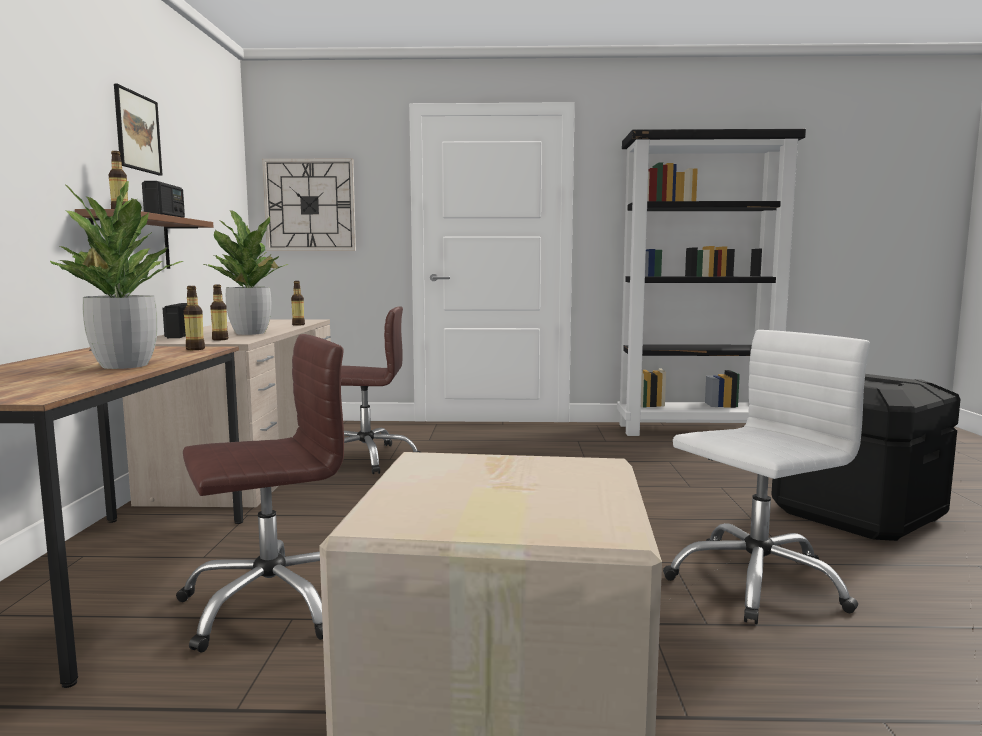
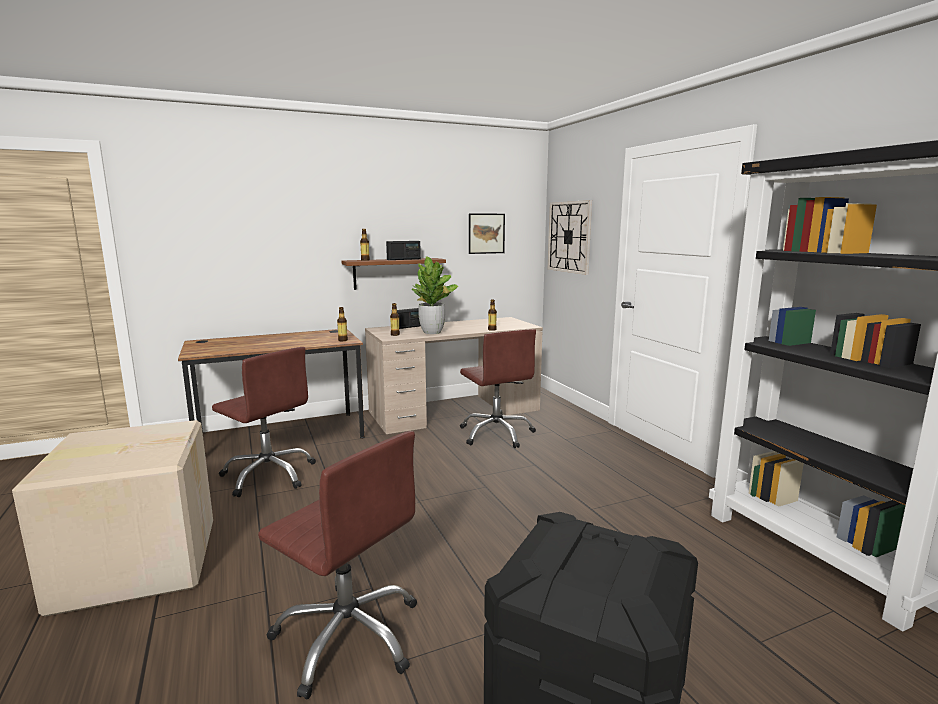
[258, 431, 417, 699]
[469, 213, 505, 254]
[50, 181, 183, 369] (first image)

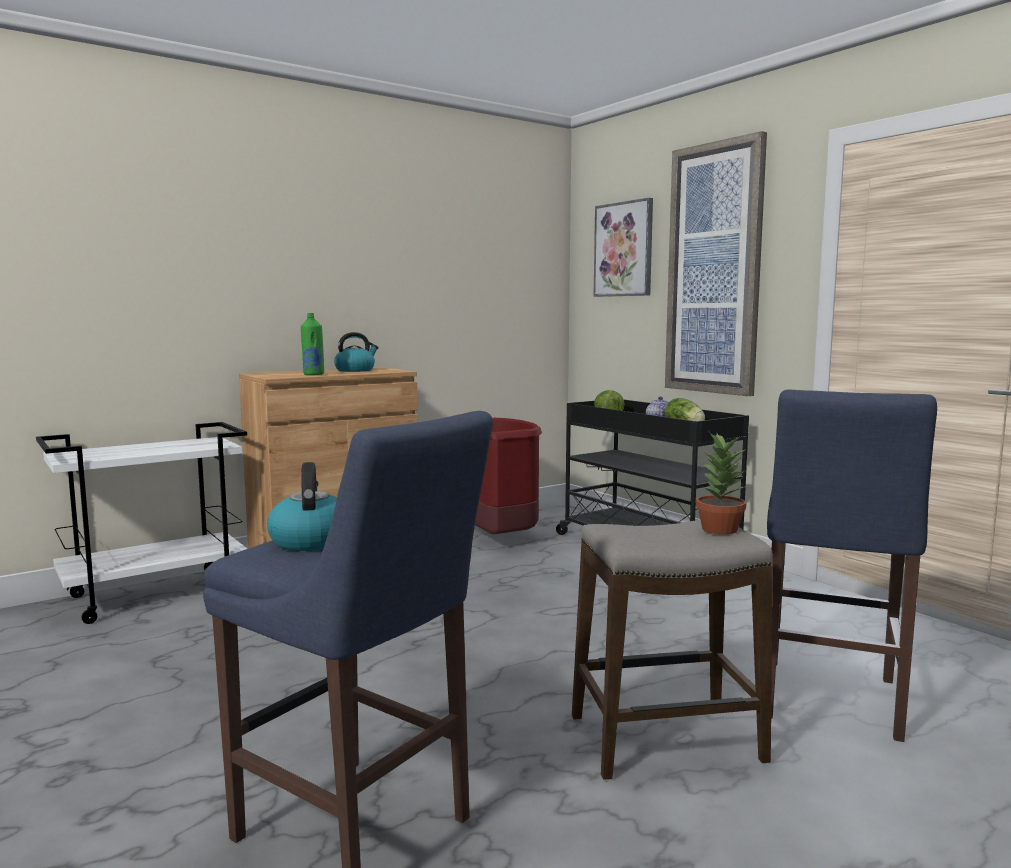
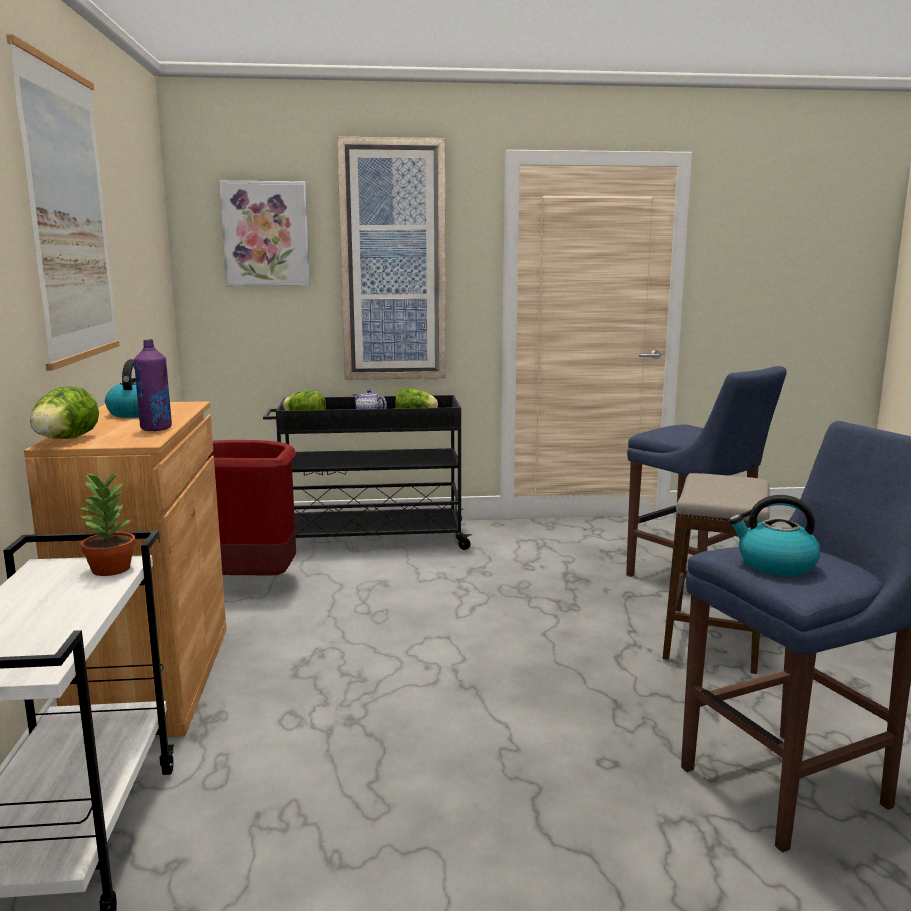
[6, 34, 119, 371]
[30, 386, 99, 439]
[78, 471, 136, 576]
[134, 339, 172, 431]

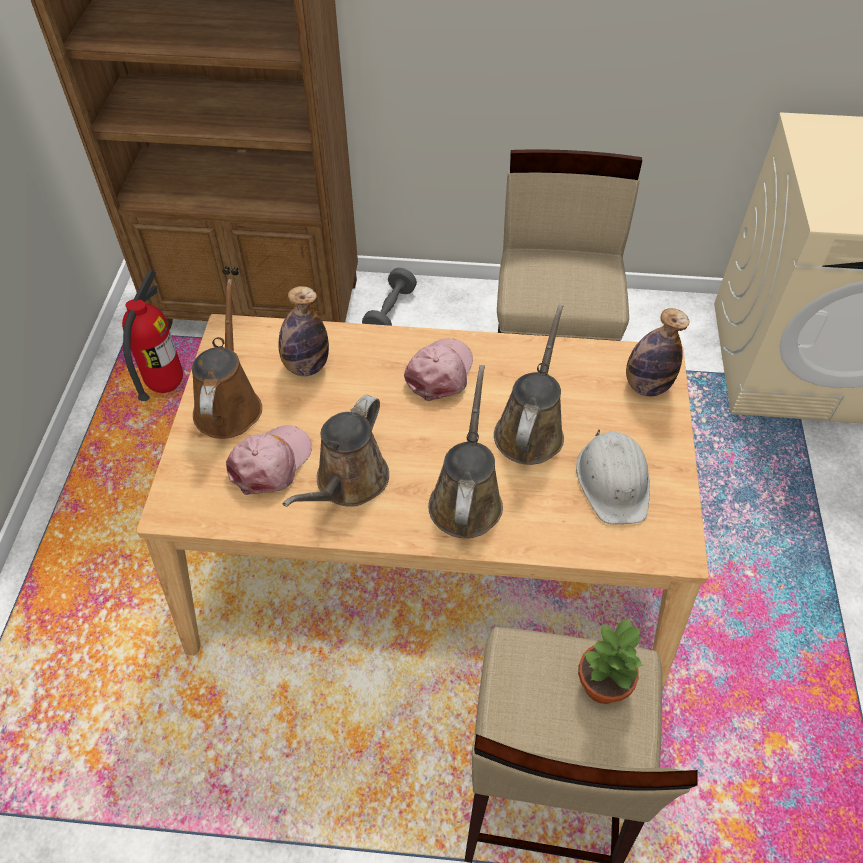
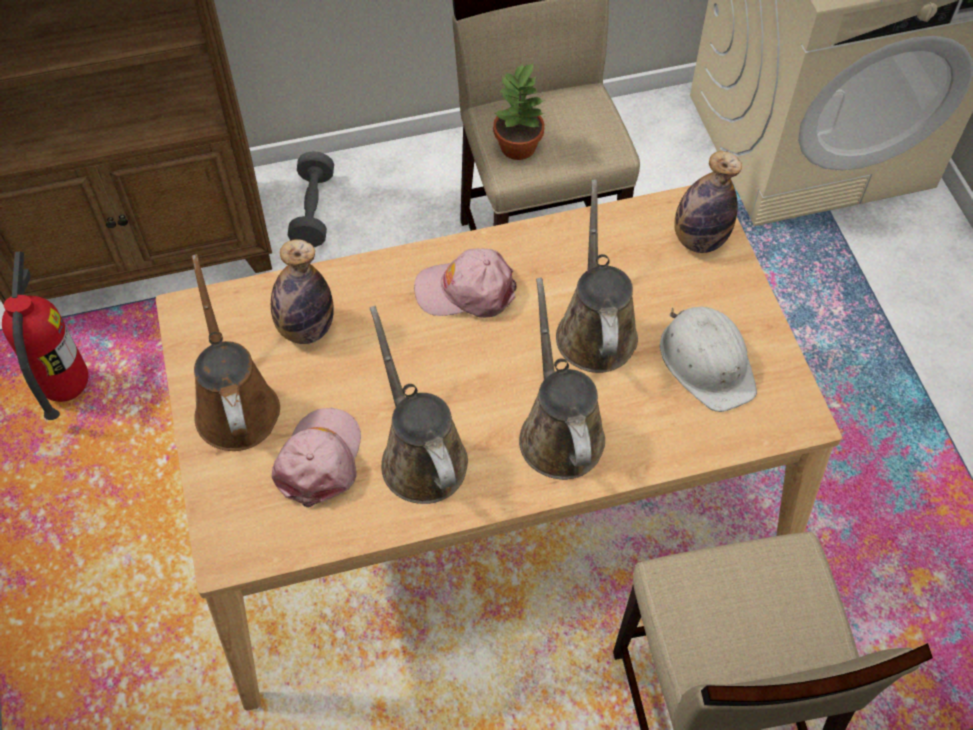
[370, 306, 468, 504]
[414, 248, 517, 318]
[493, 63, 544, 160]

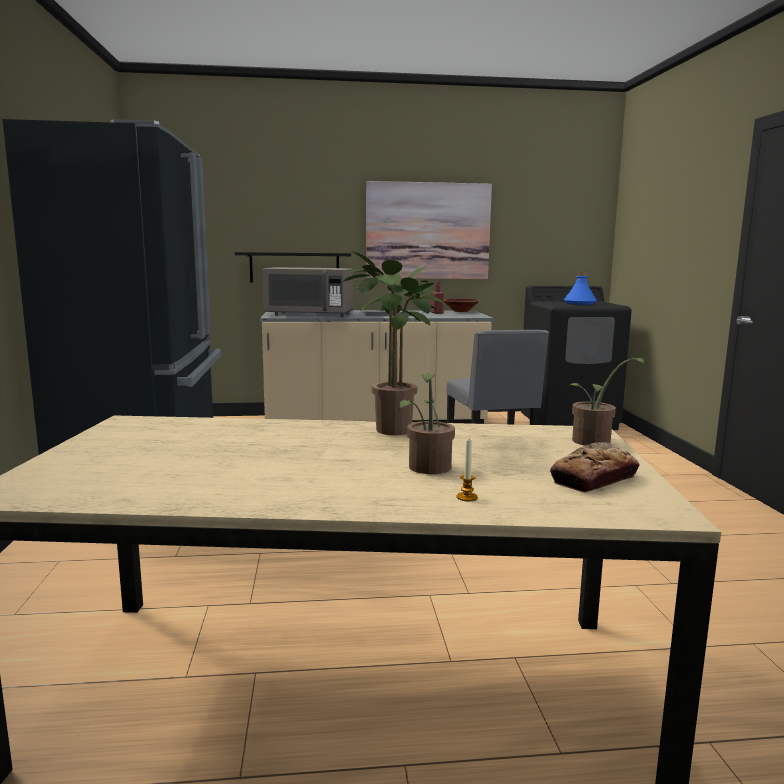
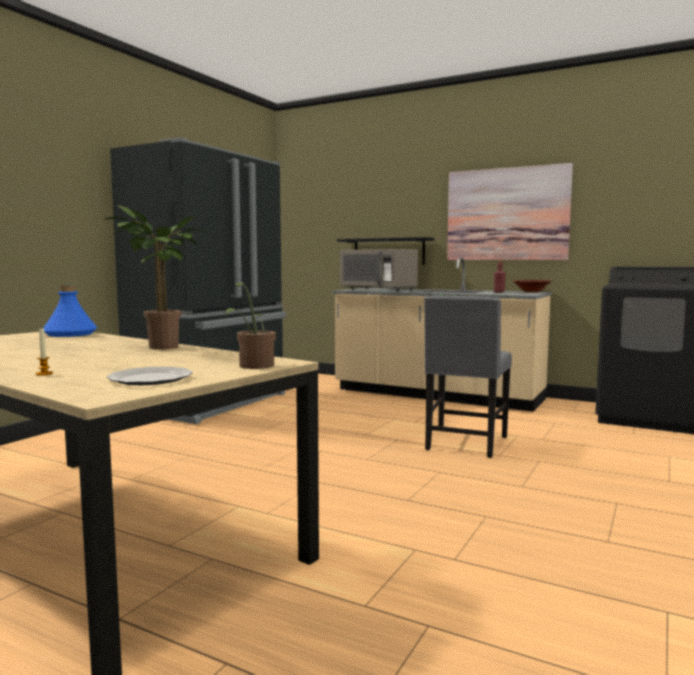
[43, 285, 97, 337]
[107, 367, 193, 385]
[399, 373, 455, 474] (first image)

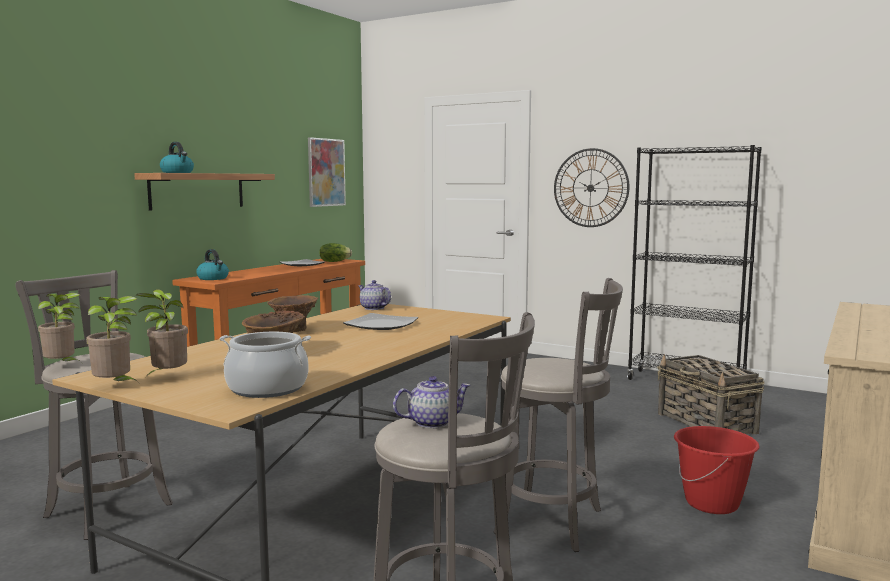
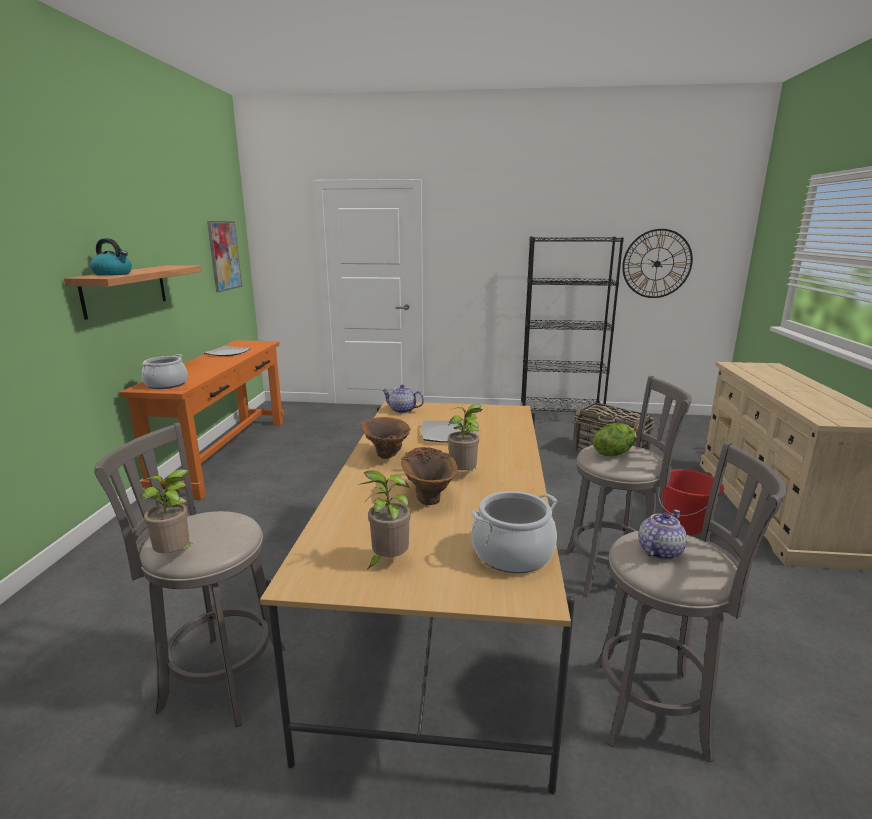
[141, 354, 188, 389]
[448, 404, 483, 470]
[593, 423, 636, 457]
[622, 229, 693, 298]

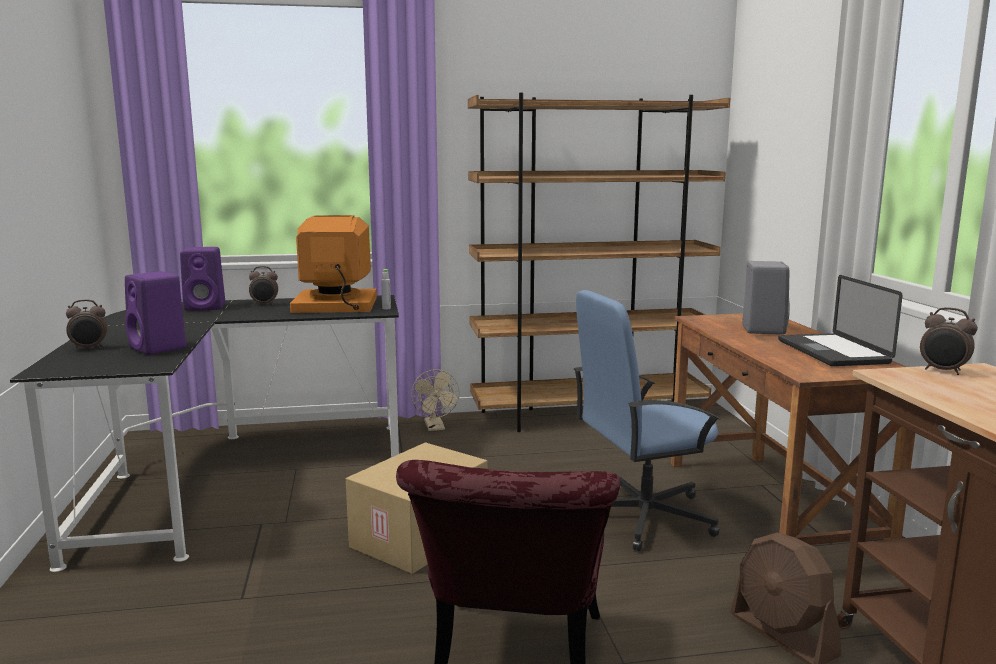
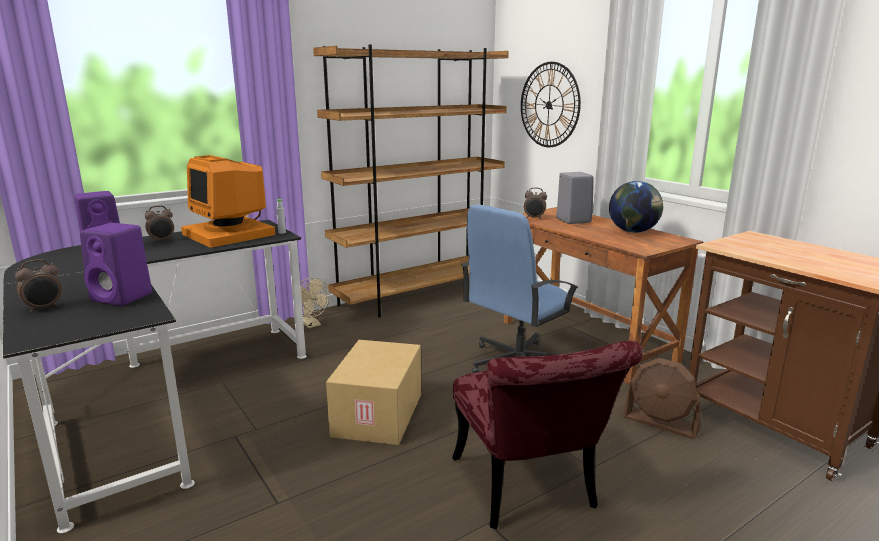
[181, 155, 275, 248]
[521, 62, 581, 147]
[524, 188, 547, 219]
[609, 181, 663, 233]

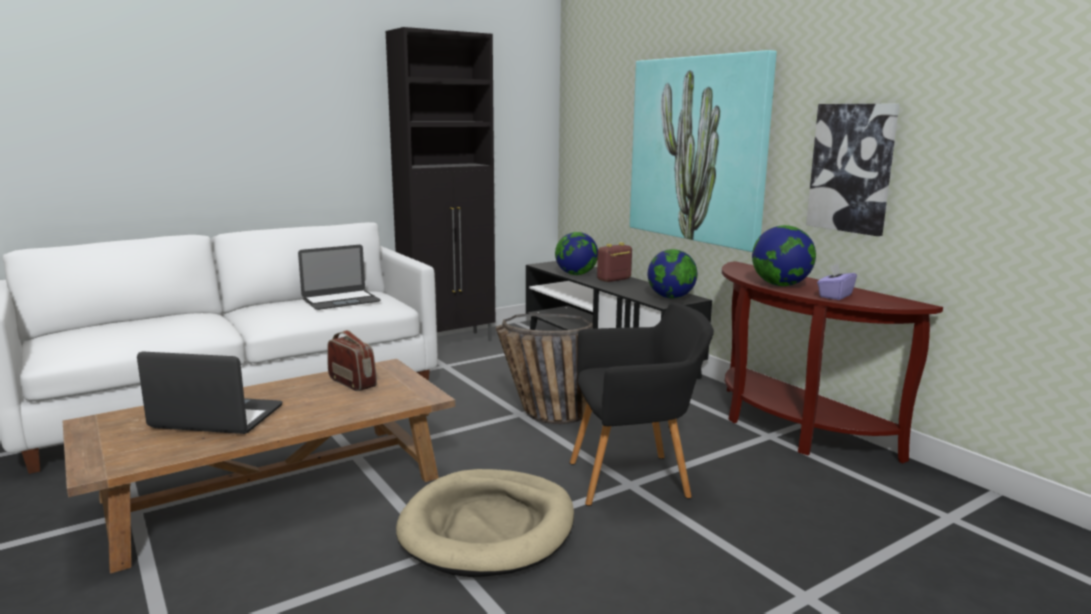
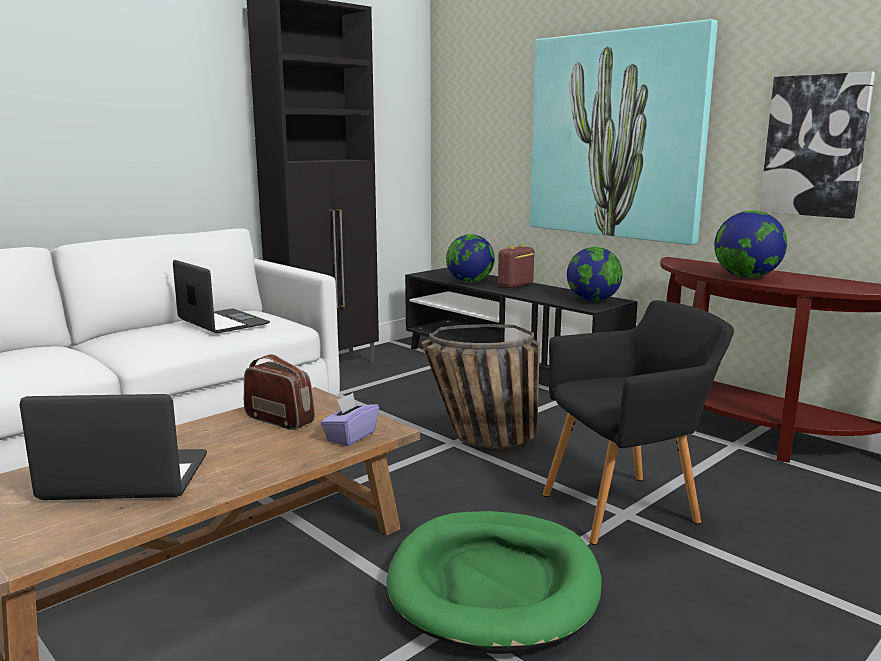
[173, 260, 270, 333]
[321, 393, 379, 446]
[386, 511, 602, 654]

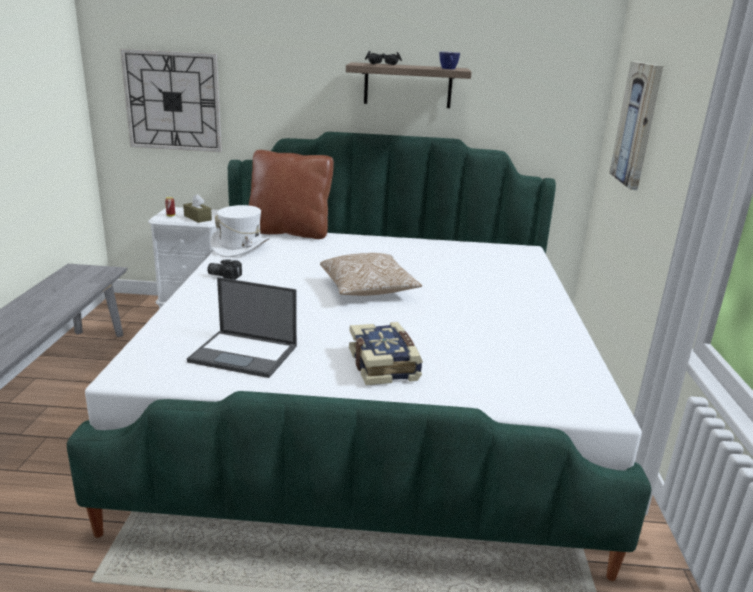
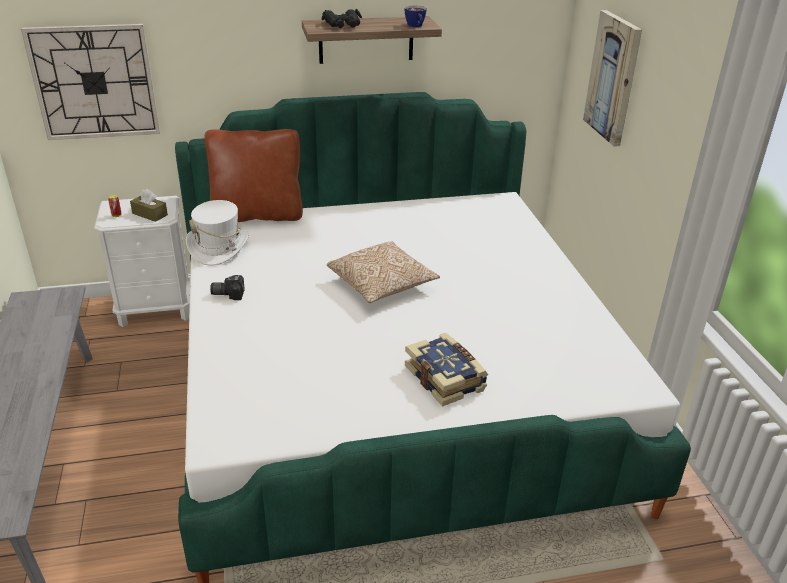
[187, 277, 297, 378] (first image)

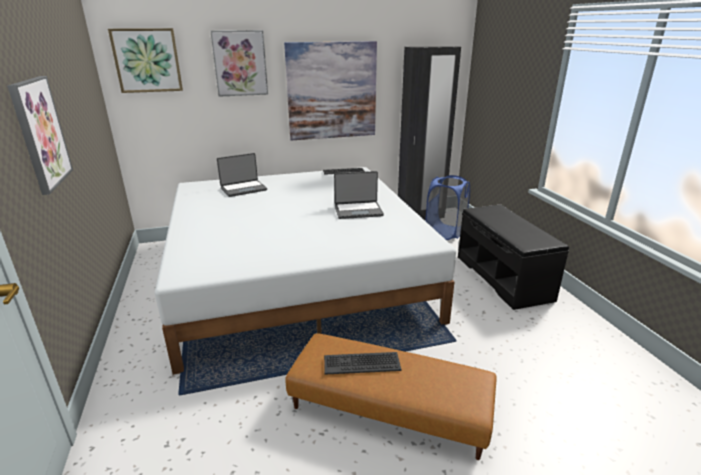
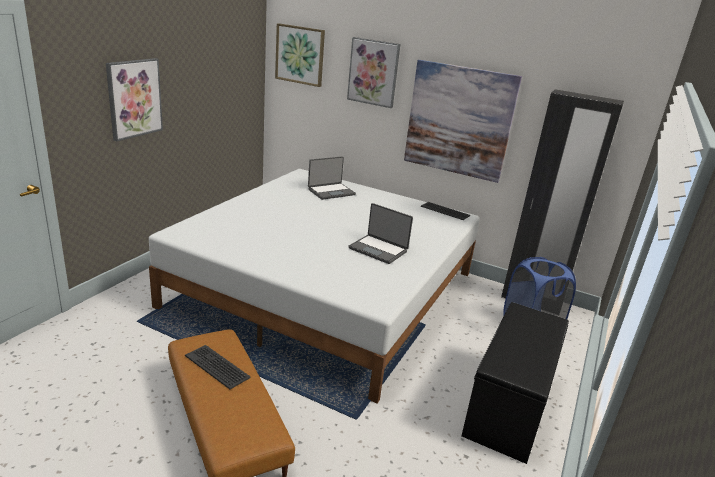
[308, 156, 356, 200]

